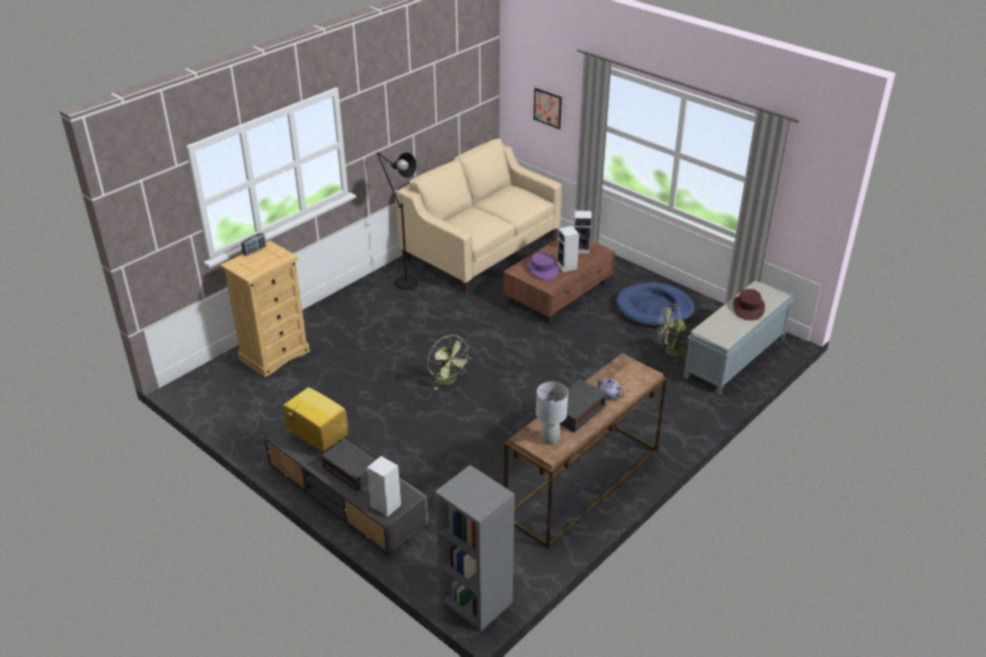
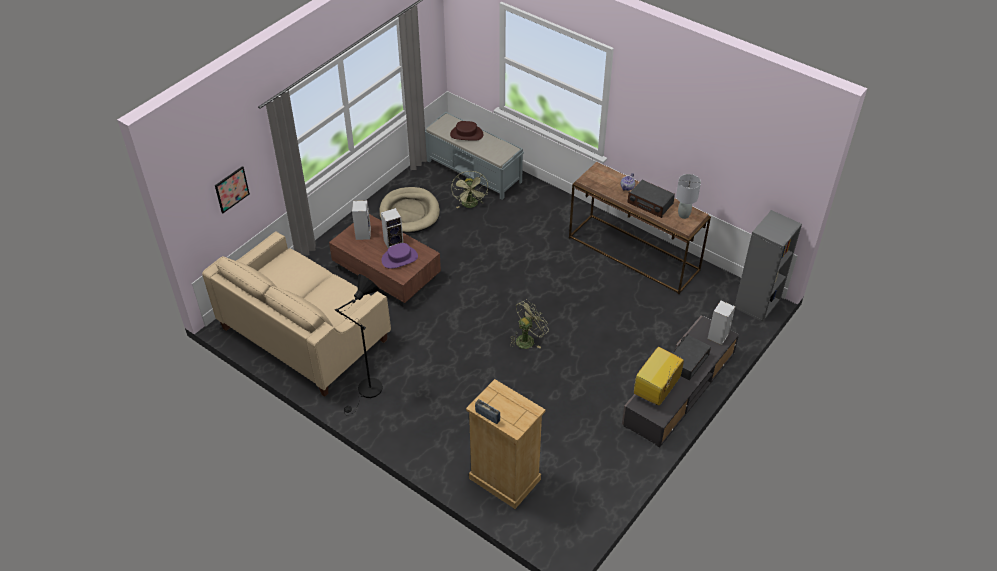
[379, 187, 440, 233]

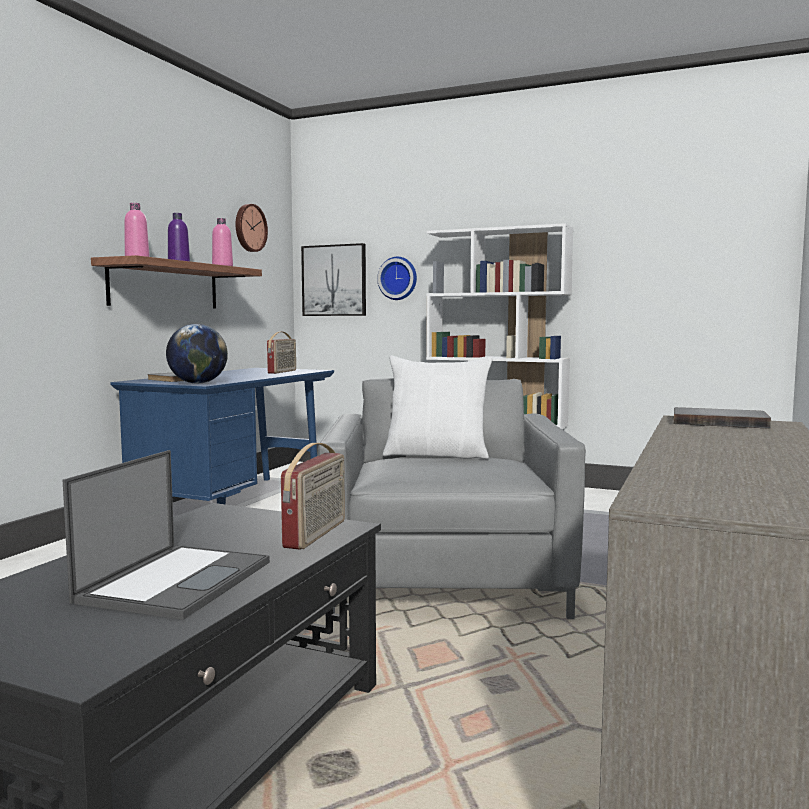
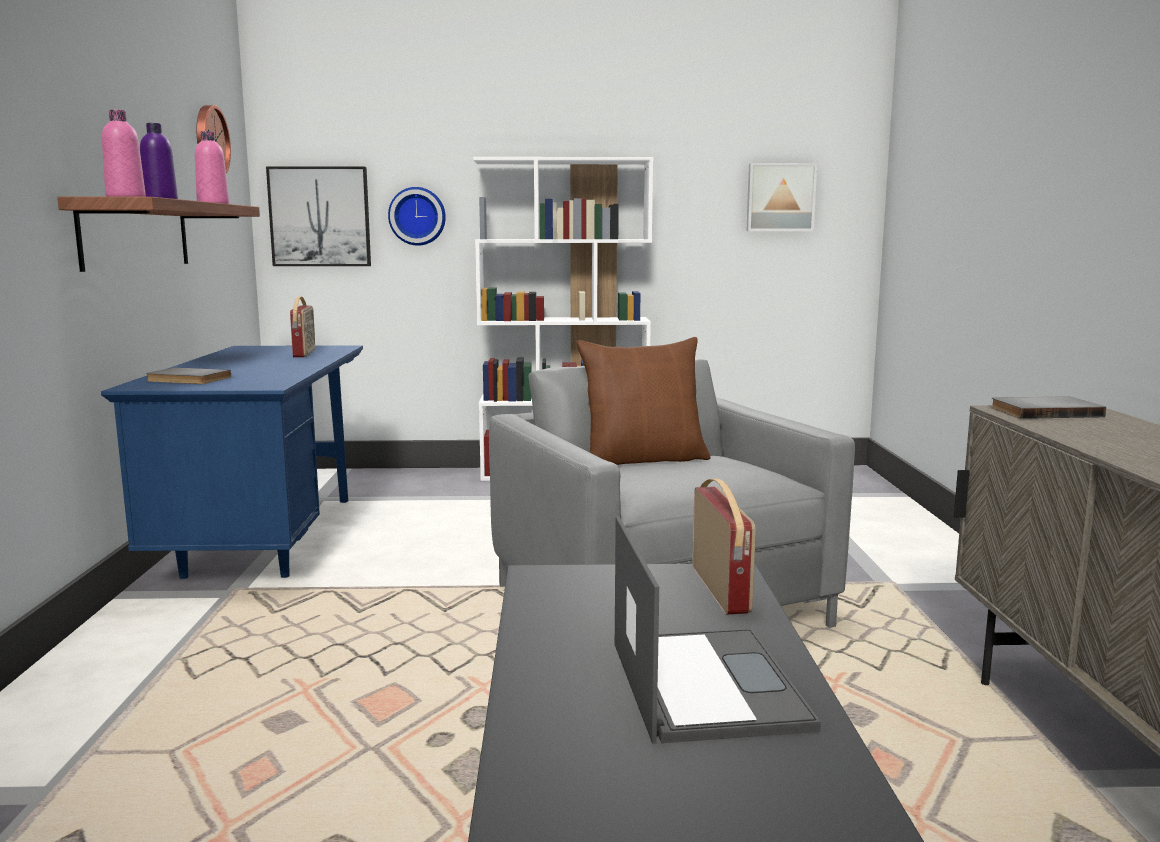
[576, 337, 710, 465]
[747, 163, 817, 231]
[166, 324, 228, 384] (first image)

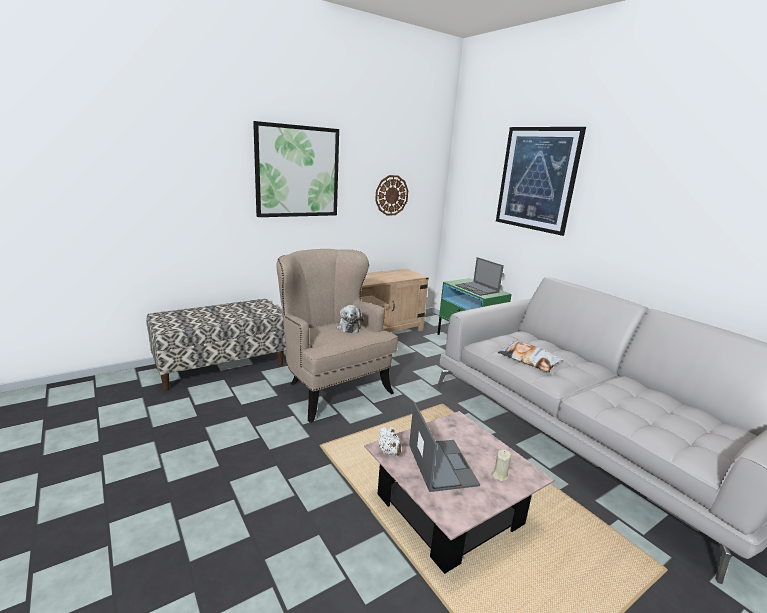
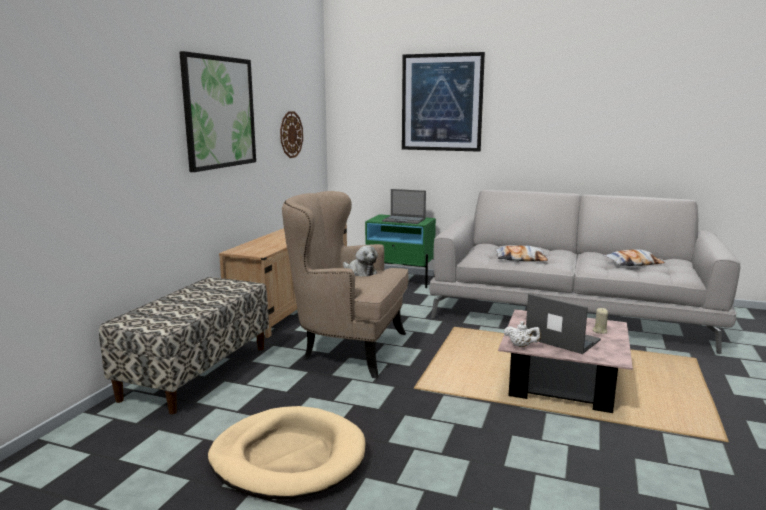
[208, 406, 365, 500]
[603, 249, 665, 266]

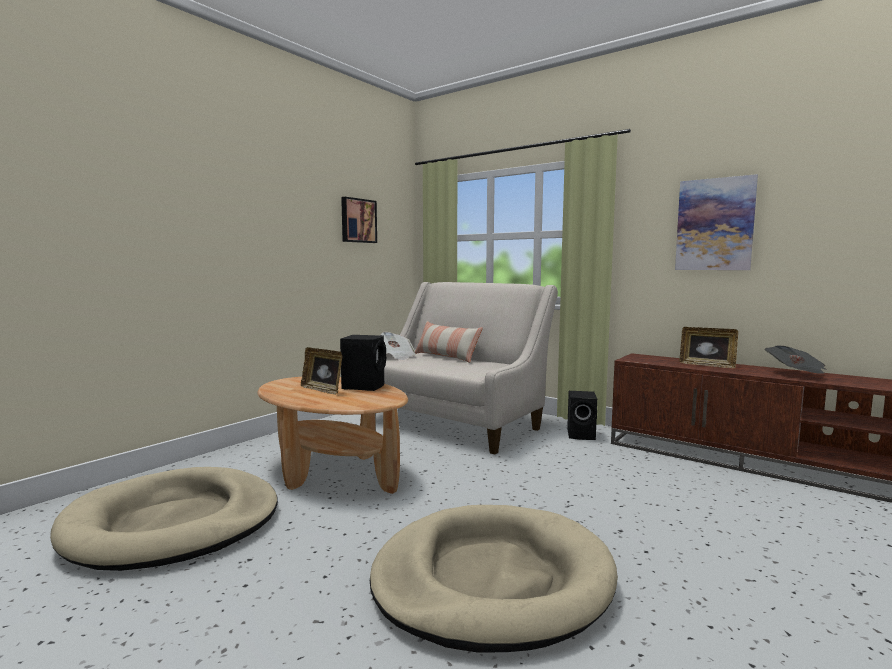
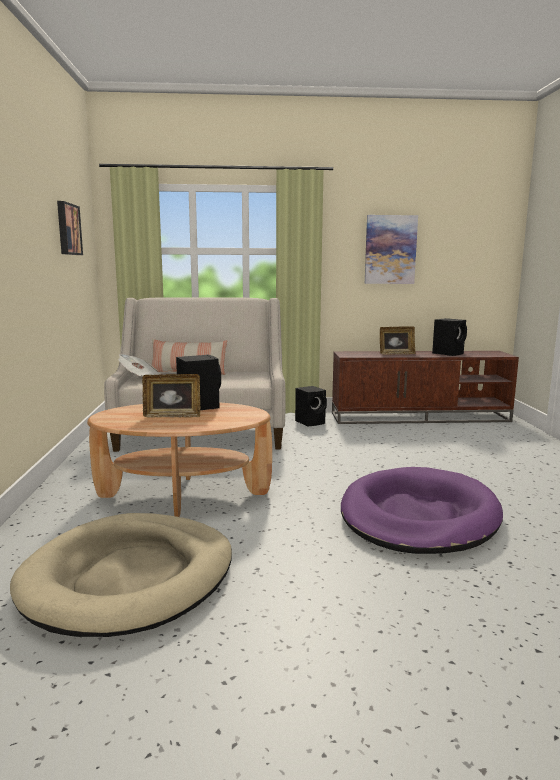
[341, 467, 503, 554]
[432, 318, 467, 356]

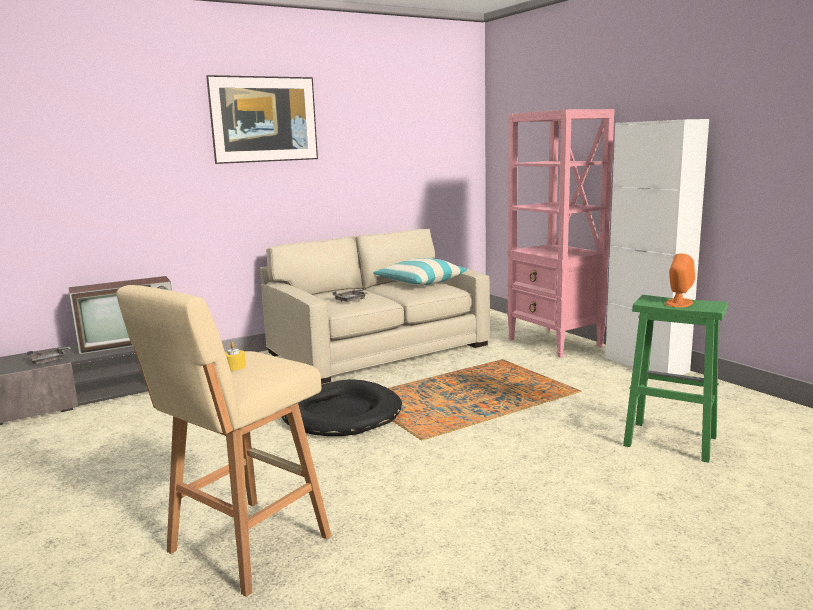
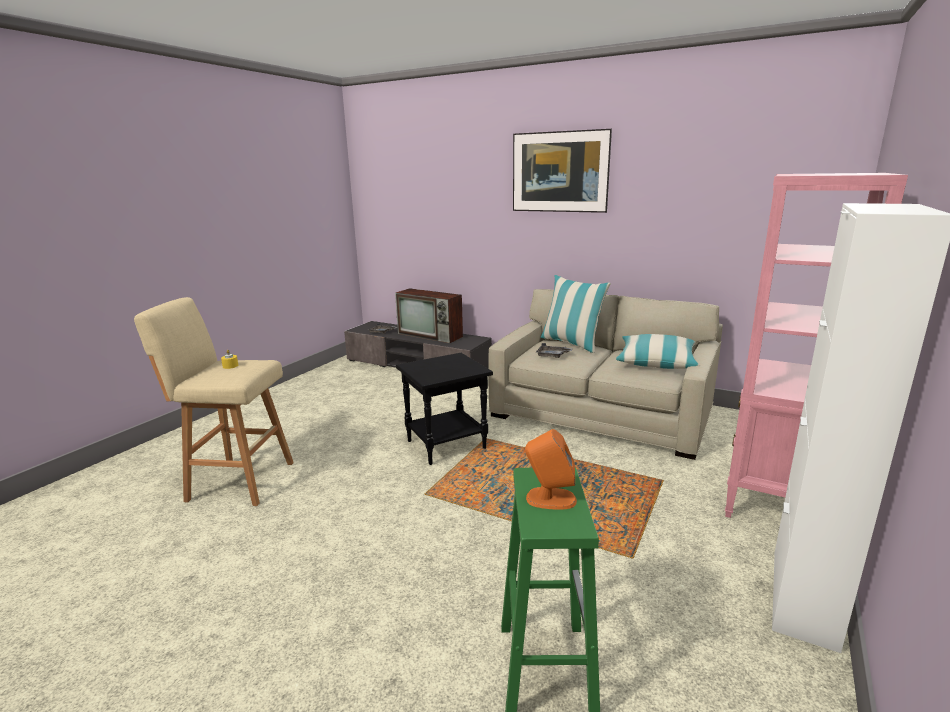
[396, 353, 493, 465]
[541, 275, 611, 353]

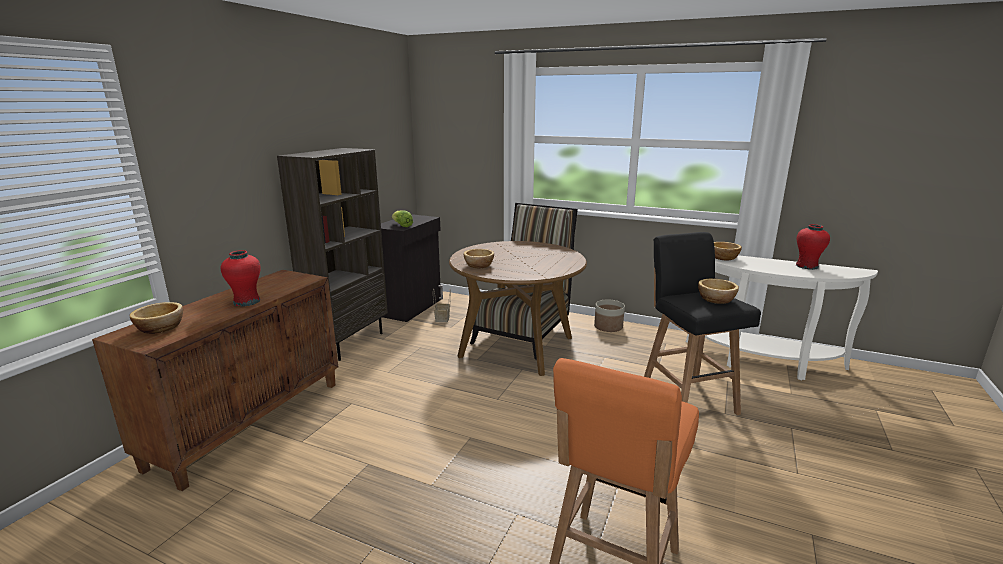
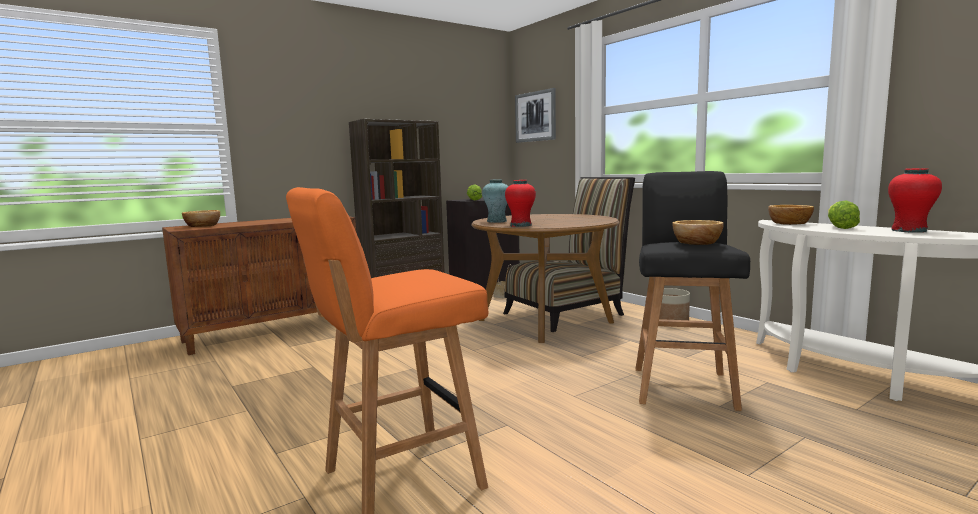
[482, 179, 508, 223]
[505, 180, 536, 227]
[515, 88, 556, 143]
[828, 201, 860, 229]

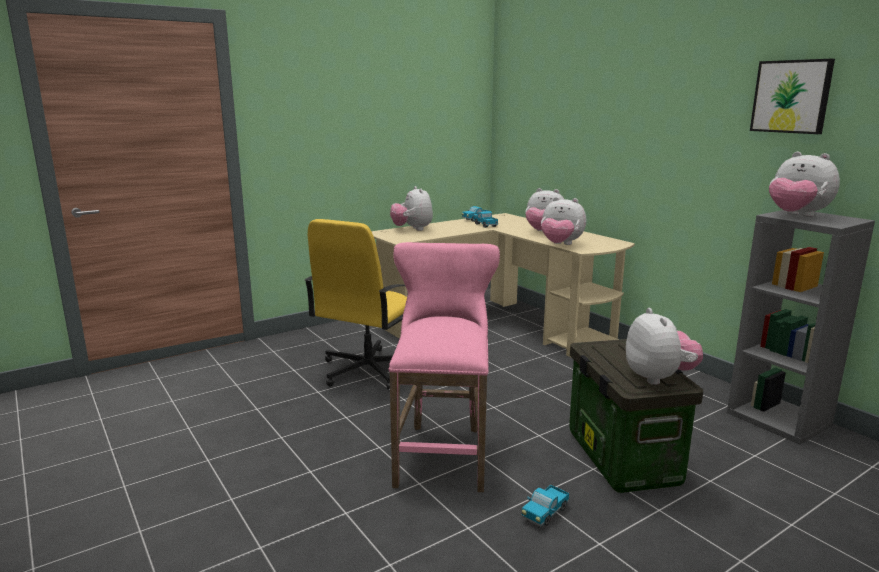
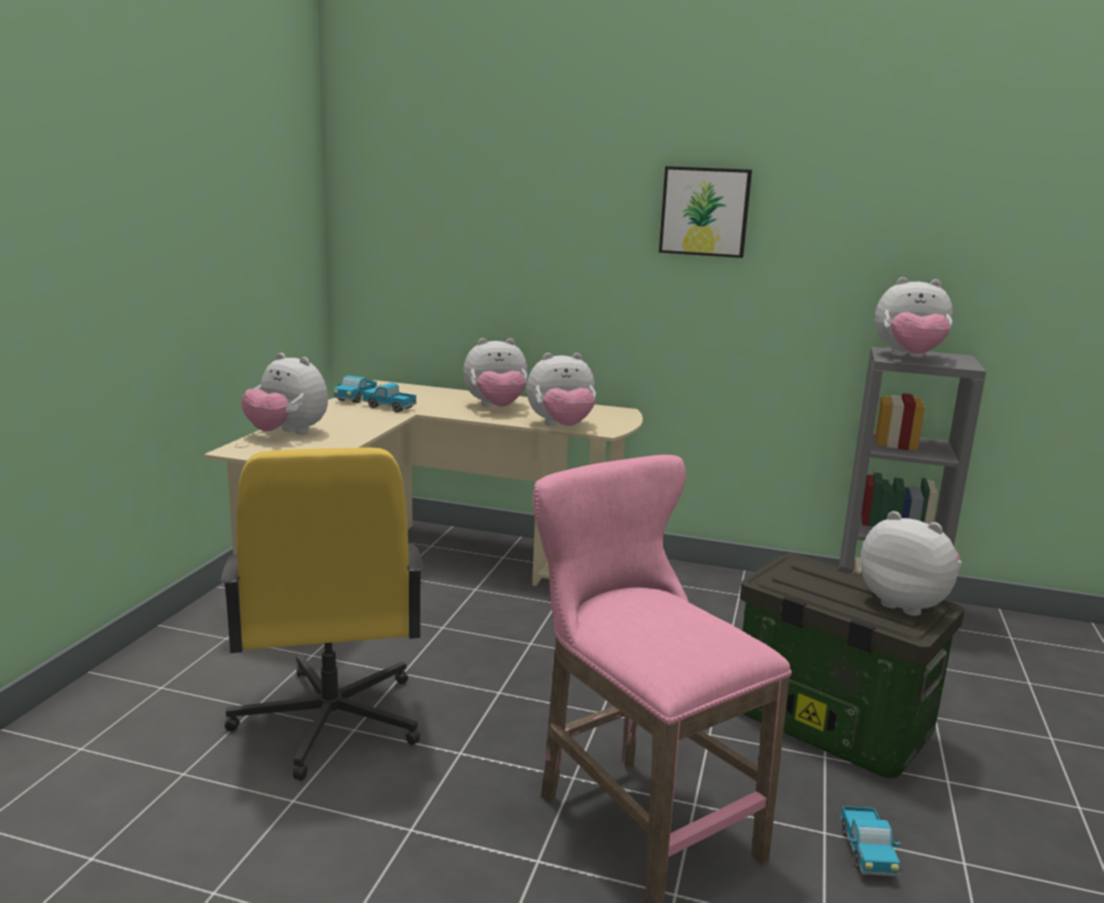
[659, 166, 752, 258]

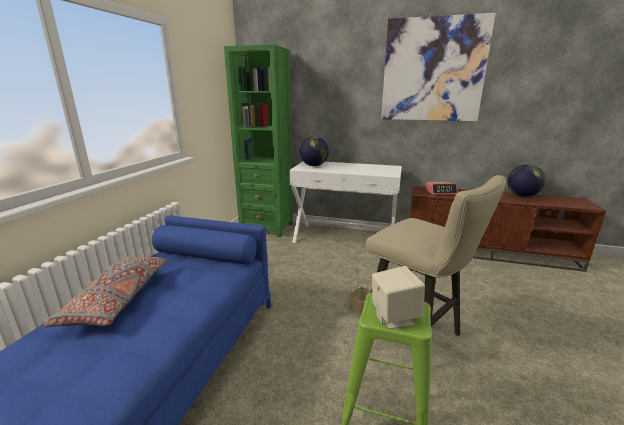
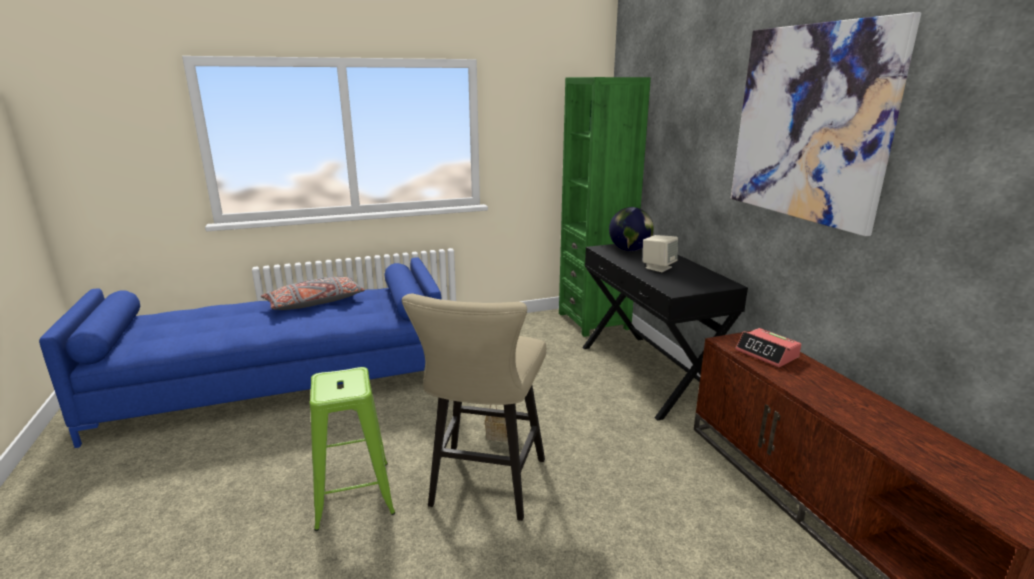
[582, 244, 748, 421]
[643, 235, 678, 272]
[507, 164, 546, 197] (first image)

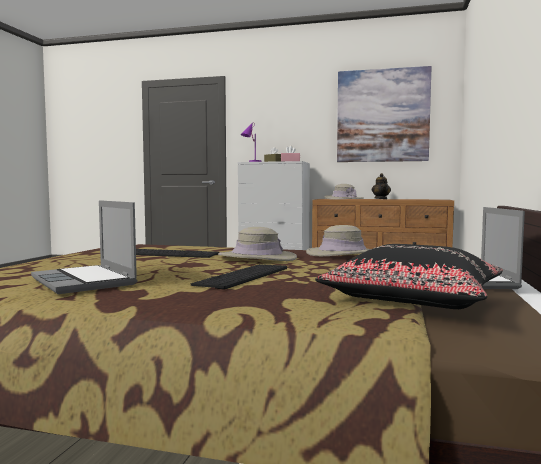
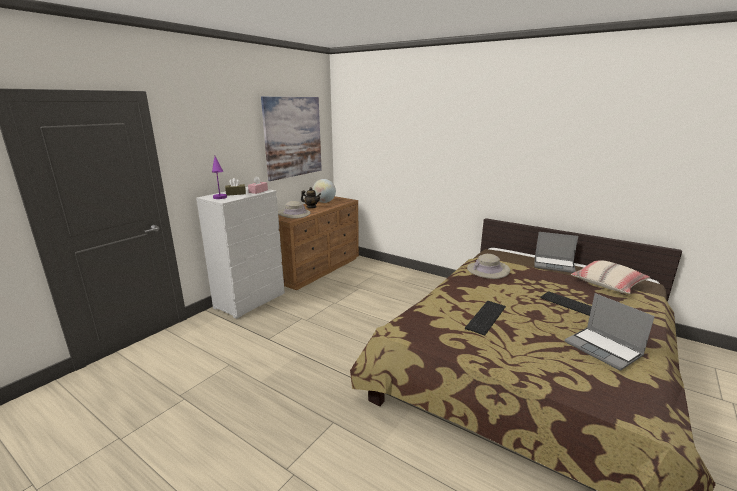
[312, 179, 336, 203]
[565, 293, 655, 370]
[571, 260, 650, 294]
[218, 227, 297, 261] (first image)

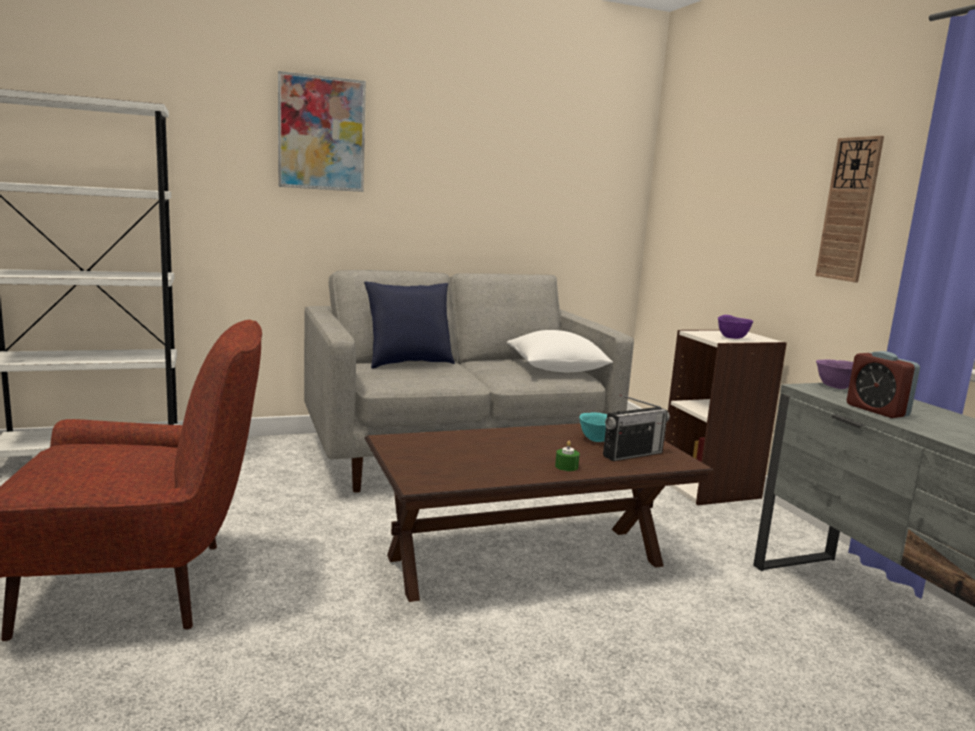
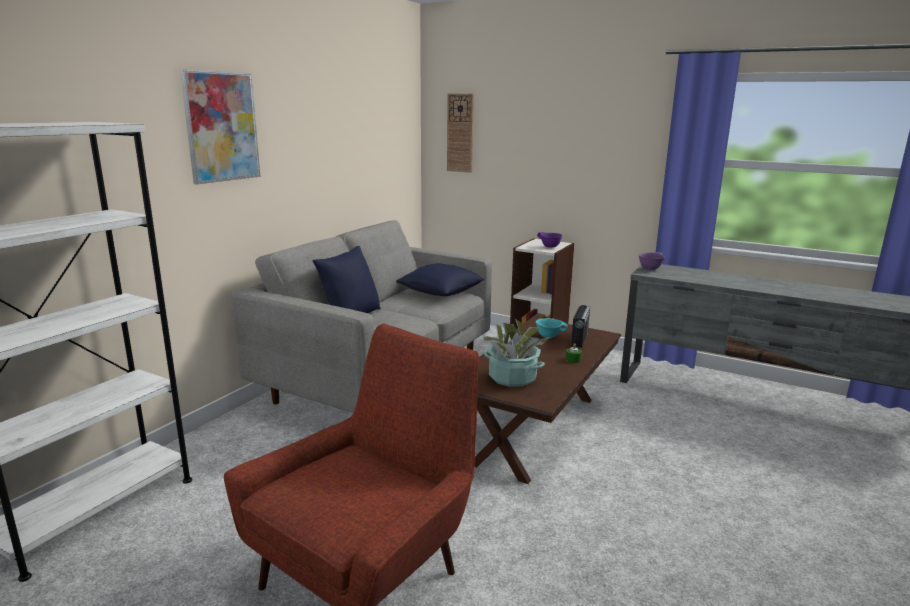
[396, 264, 485, 296]
[447, 94, 474, 173]
[482, 319, 549, 387]
[847, 351, 920, 418] (first image)

